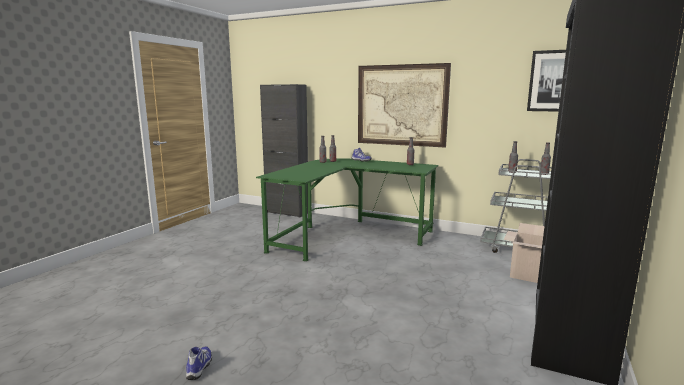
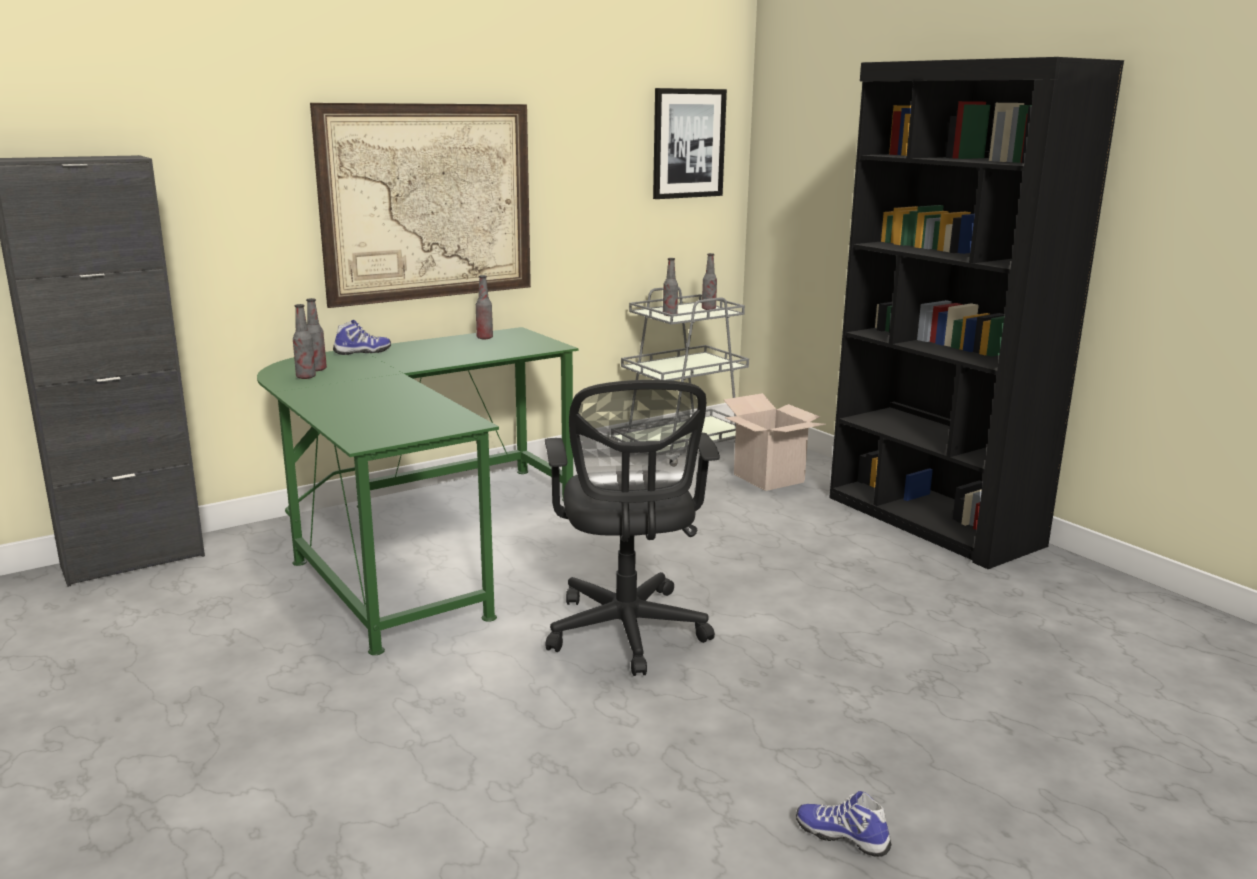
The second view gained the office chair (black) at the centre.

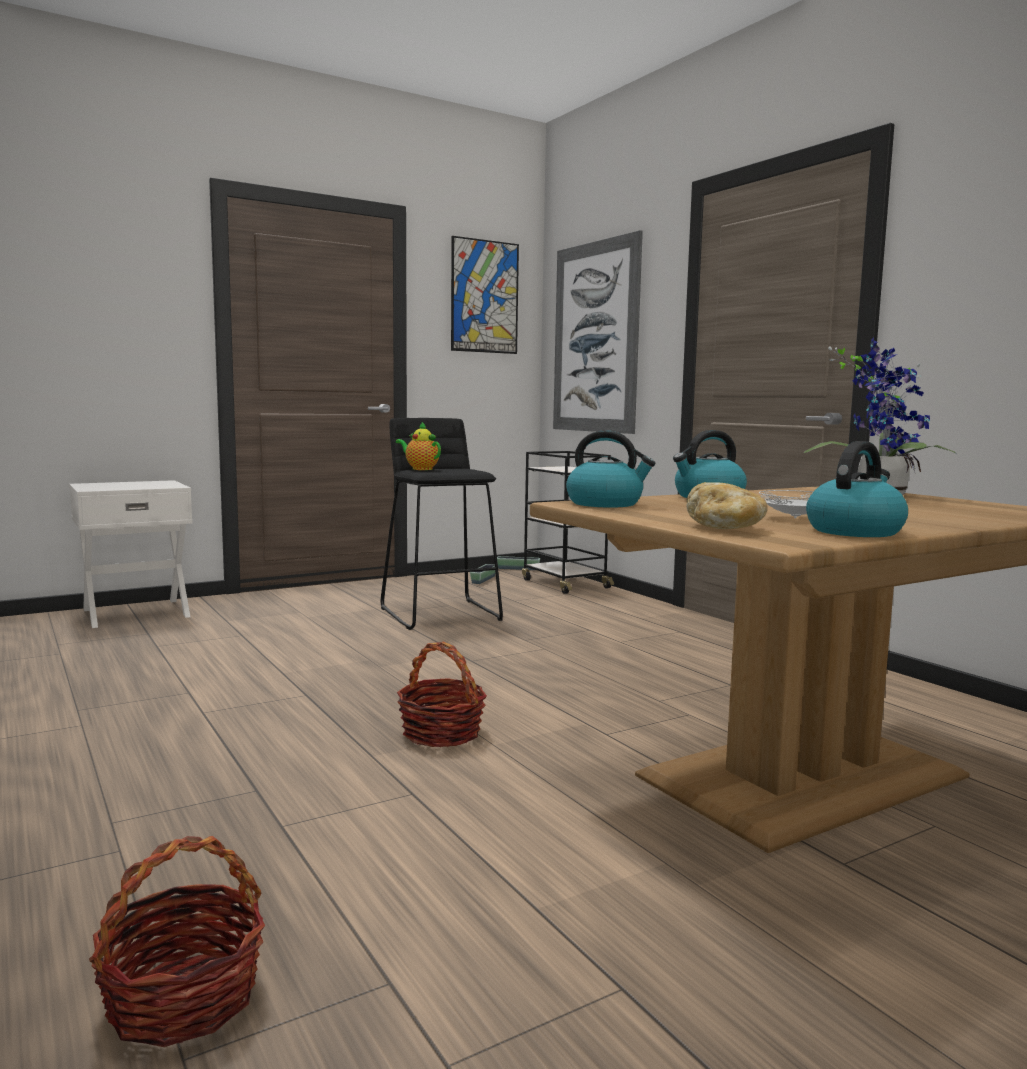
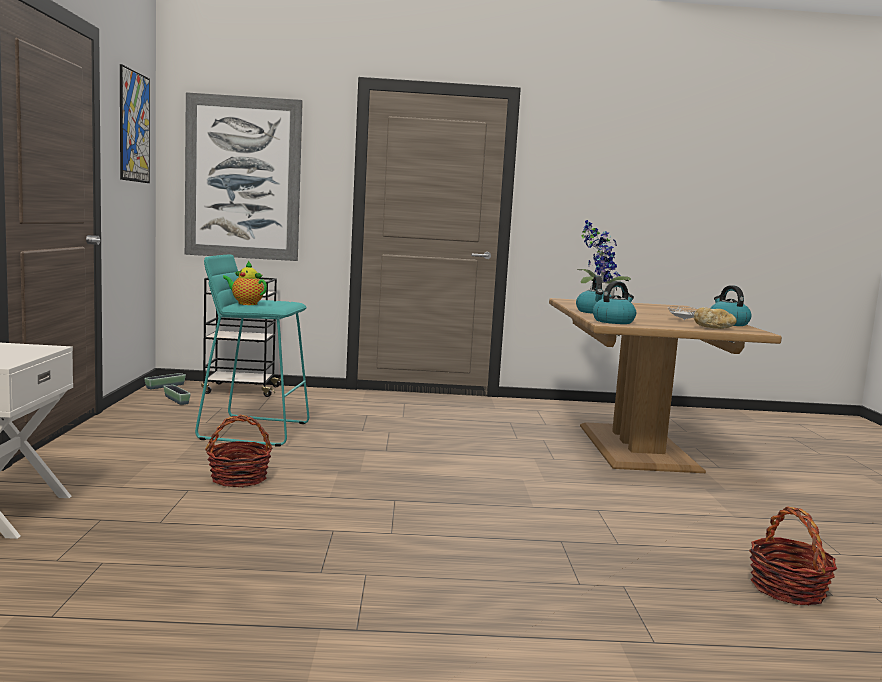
What was the stool (black) at the centre turned into the stool (turquoise) at the middle left.
The teapot at the centre ended up facing another way, 45 degrees clockwise from before.
The basket (no. 2 from left in the first image) ended up elsewhere, having gone from the centre to the middle left.

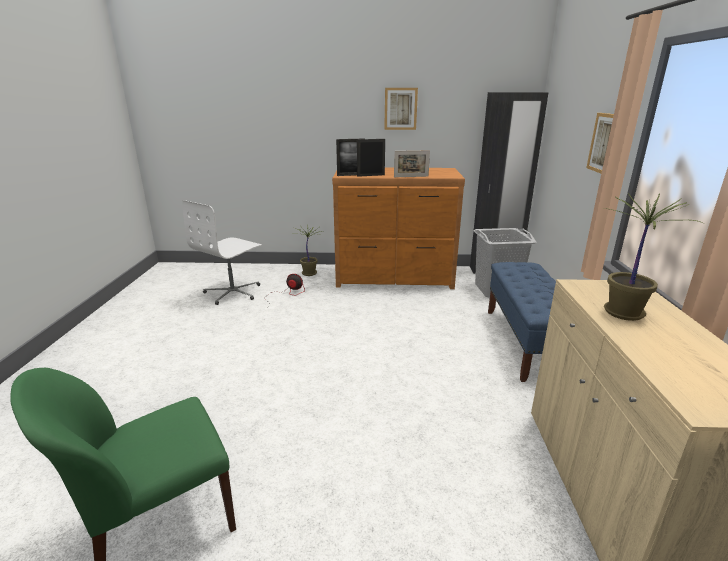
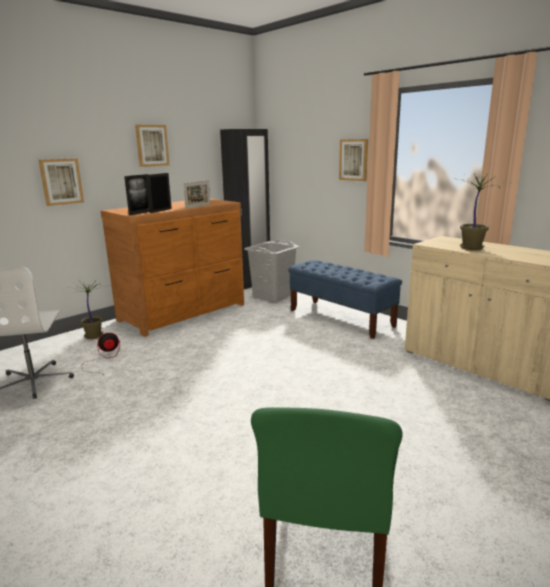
The second view gained the picture (no. 1 from left) at the top left.

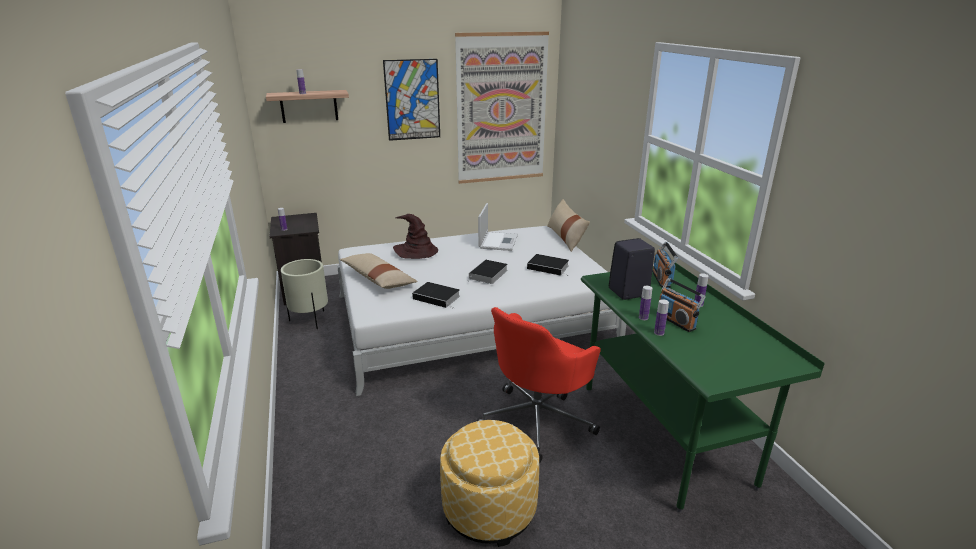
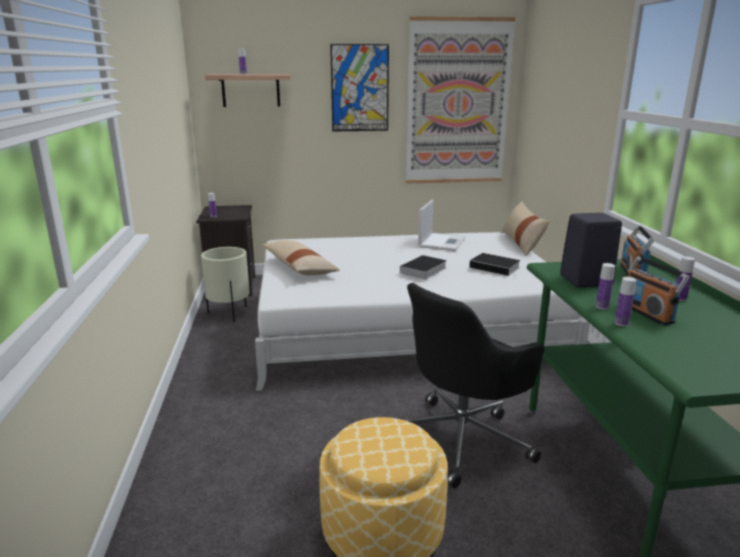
The second view lost the hat (brown) at the centre.
The second view lost the book (no. 1 from left) at the centre.
What was the office chair (red) at the bottom centre turned into the office chair (black) at the bottom centre.

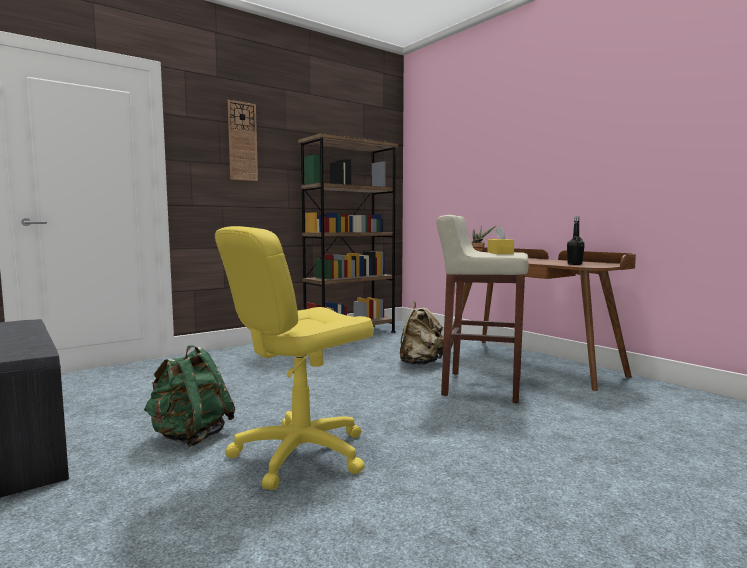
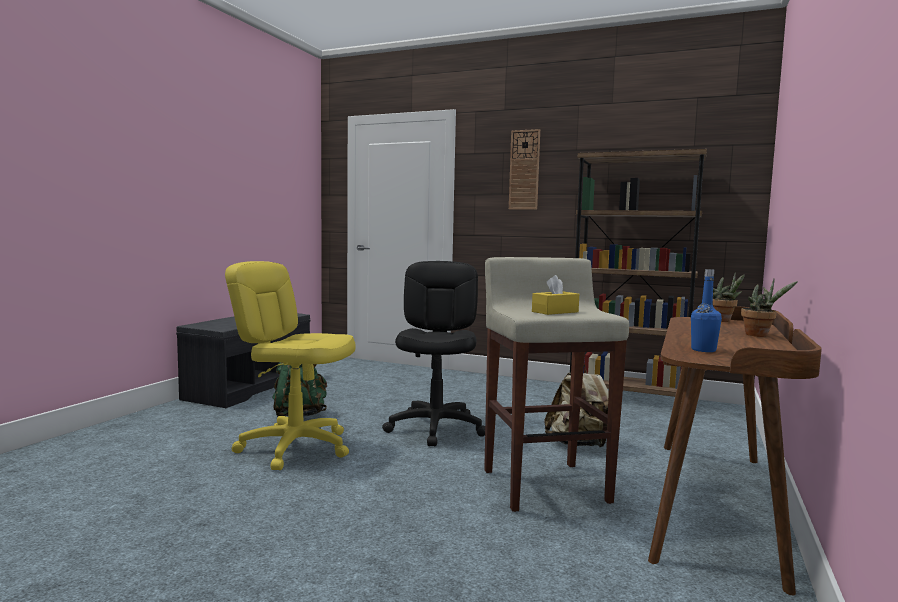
What was the bottle (black) at the middle right turned into the bottle (blue) at the middle right.
The second view gained the office chair (black) at the centre.
The second view gained the potted plant (no. 2 from left) at the middle right.

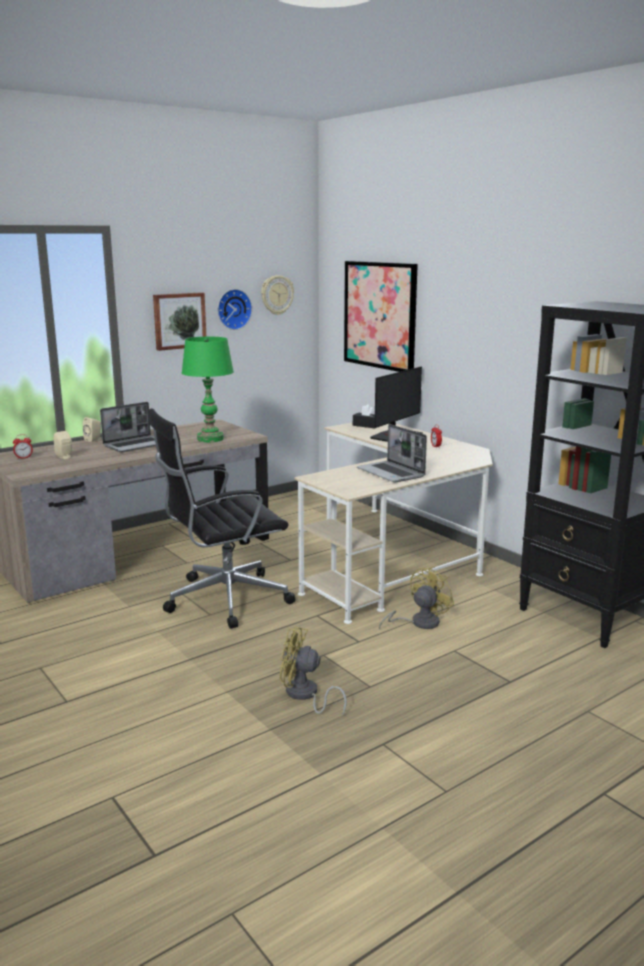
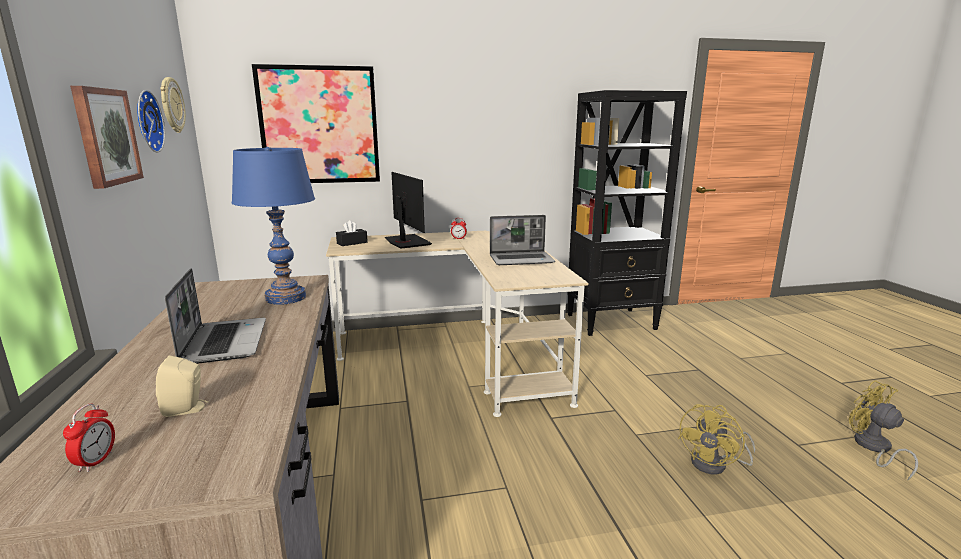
What was the table lamp (green) at the middle left turned into the table lamp (blue) at the middle left.
The second view lost the office chair (black) at the centre.
The second view lost the speaker (beige) (no. 2 from left) at the middle left.
The fan (yellow) (no. 2 from left) ended up elsewhere, having gone from the centre to the bottom right.

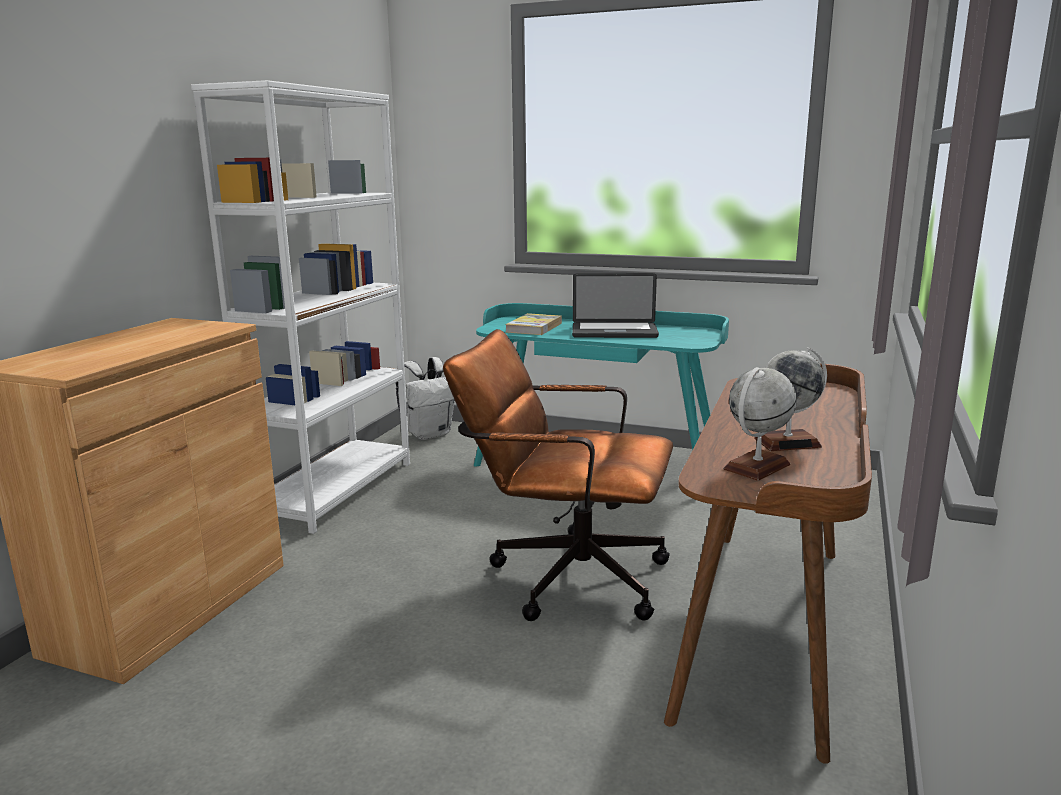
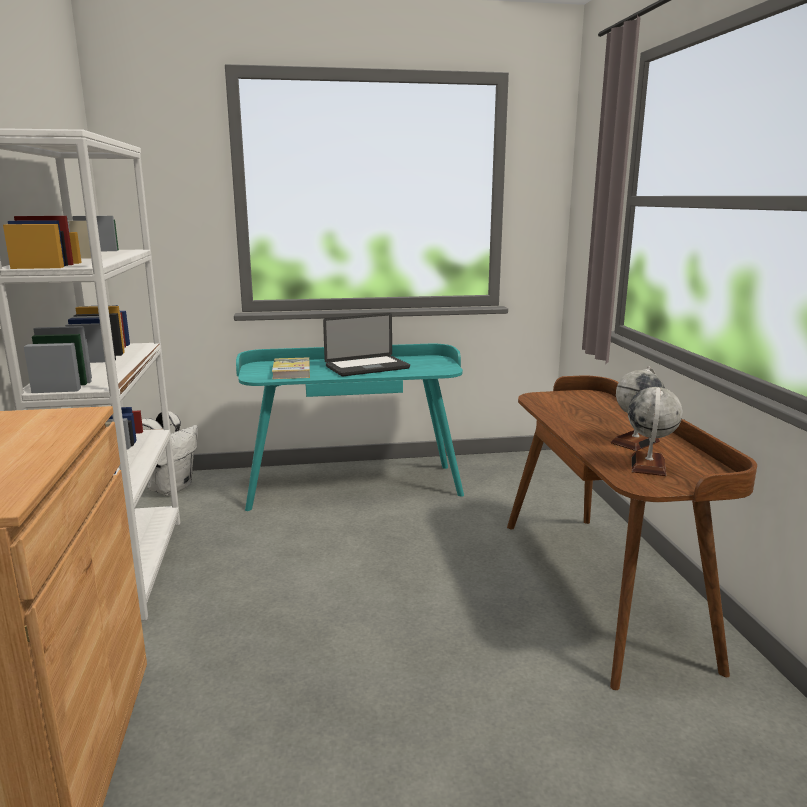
The second view lost the office chair (brown) at the centre.

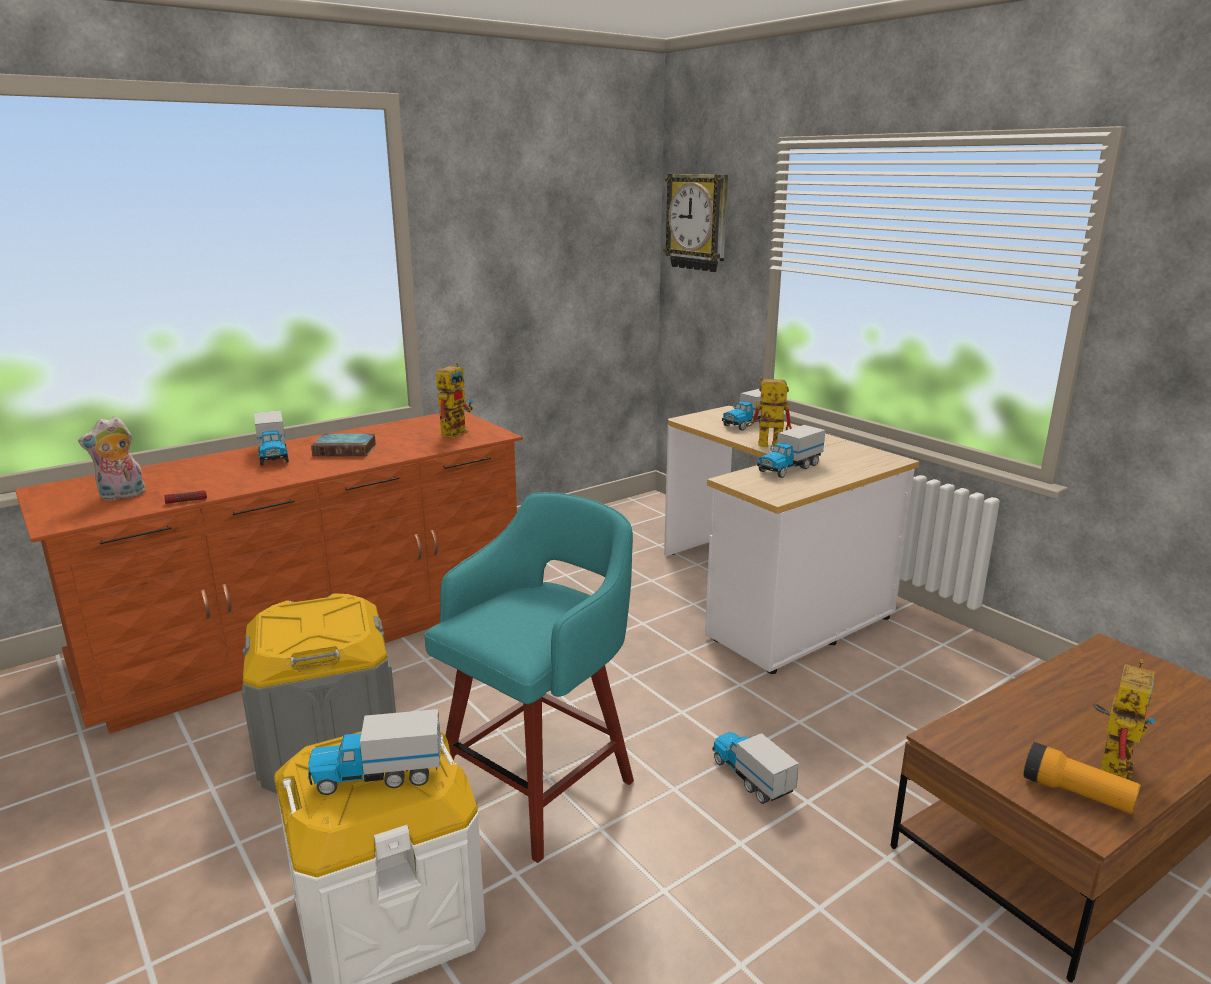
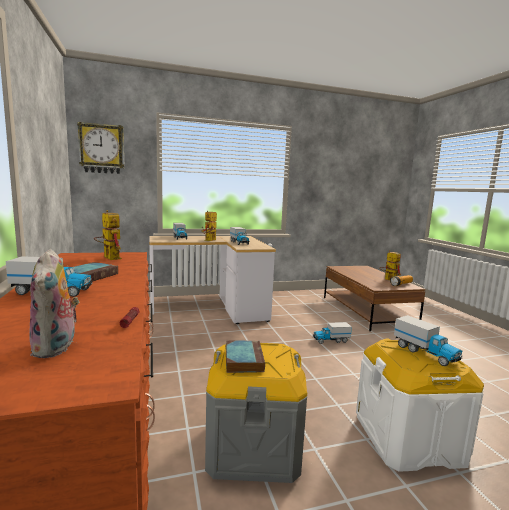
The second view lost the stool (turquoise) at the bottom centre.
The toy truck (no. 2 from left in the first image) at the bottom left ended up facing another way, 45 degrees counterclockwise from before.
The second view gained the book (no. 2 from left) at the bottom centre.

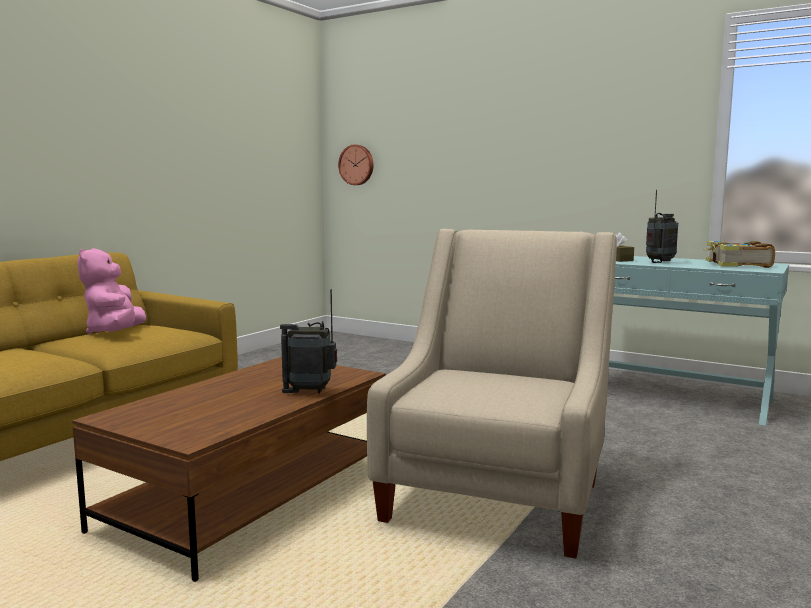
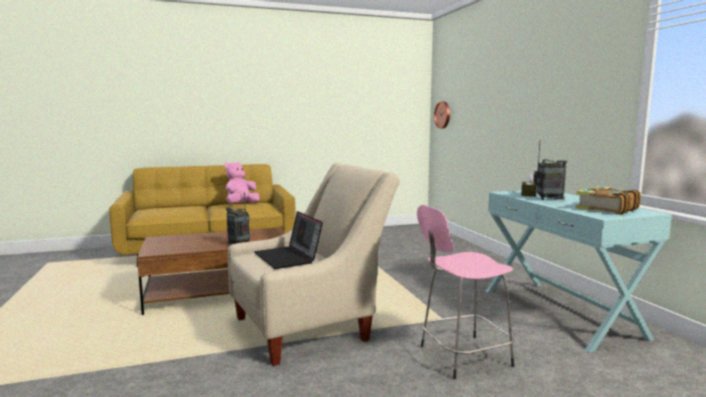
The second view gained the stool (pink) at the bottom centre.
The second view gained the laptop at the centre.

